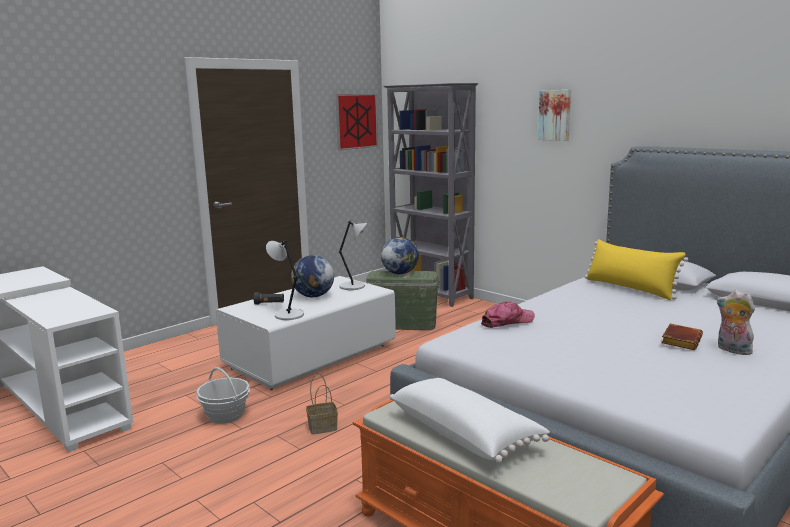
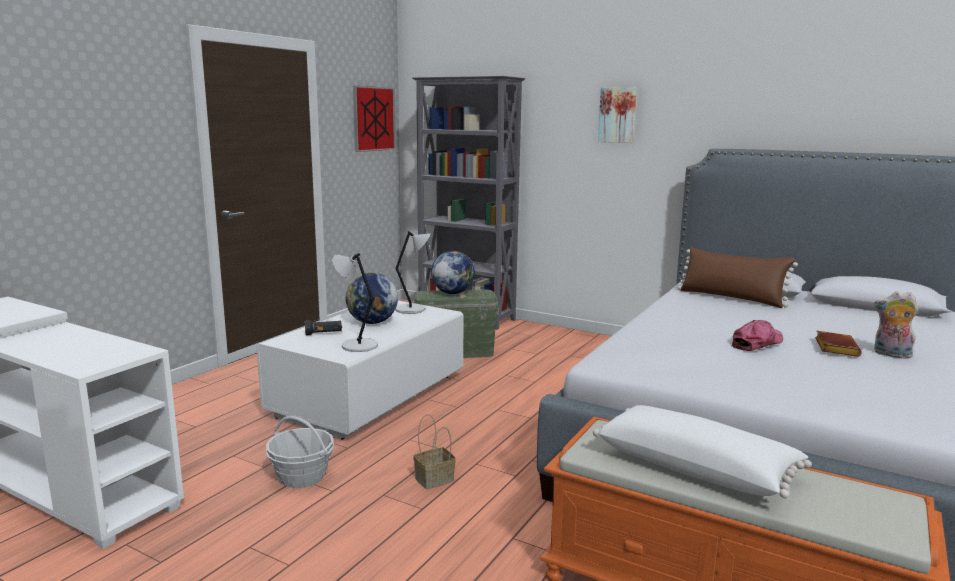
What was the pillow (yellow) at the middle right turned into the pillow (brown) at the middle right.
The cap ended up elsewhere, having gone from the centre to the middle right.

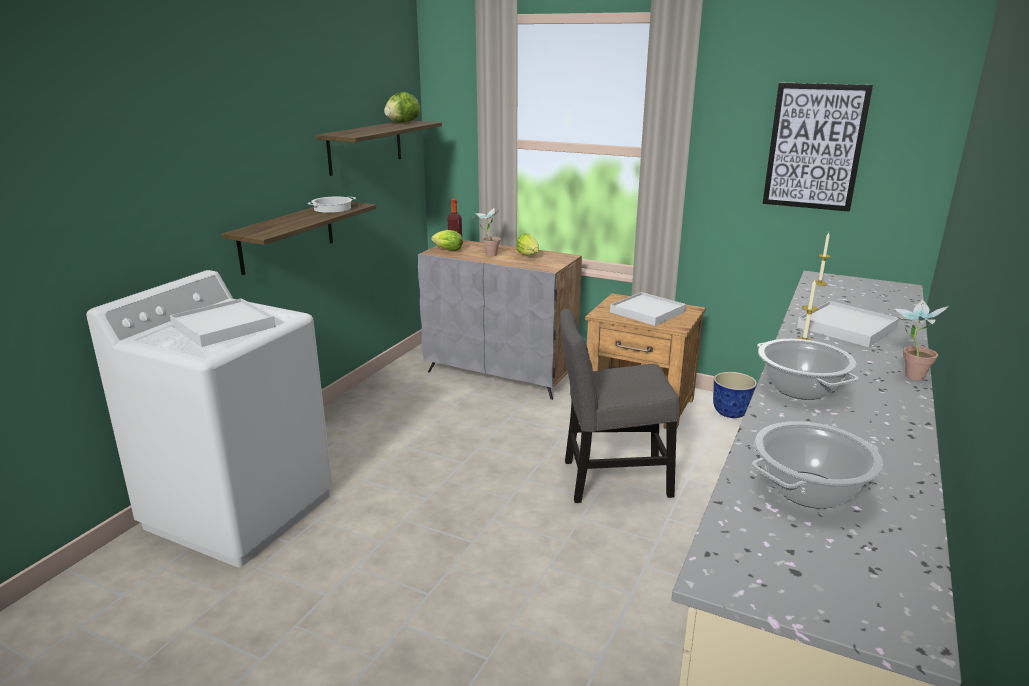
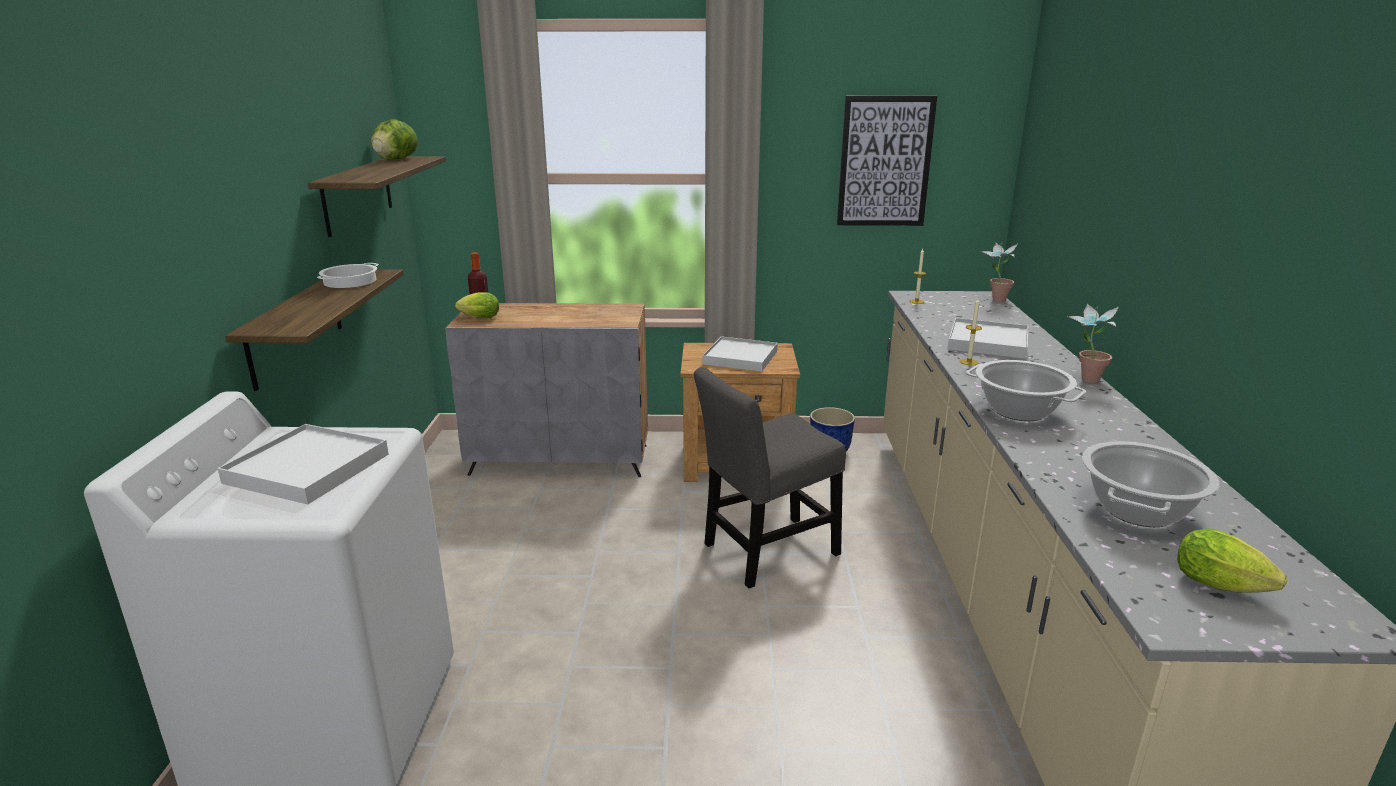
The potted plant (no. 1 from left) ended up elsewhere, having gone from the centre to the middle right.
The lettuce (no. 3 from left) ended up elsewhere, having gone from the centre to the bottom right.

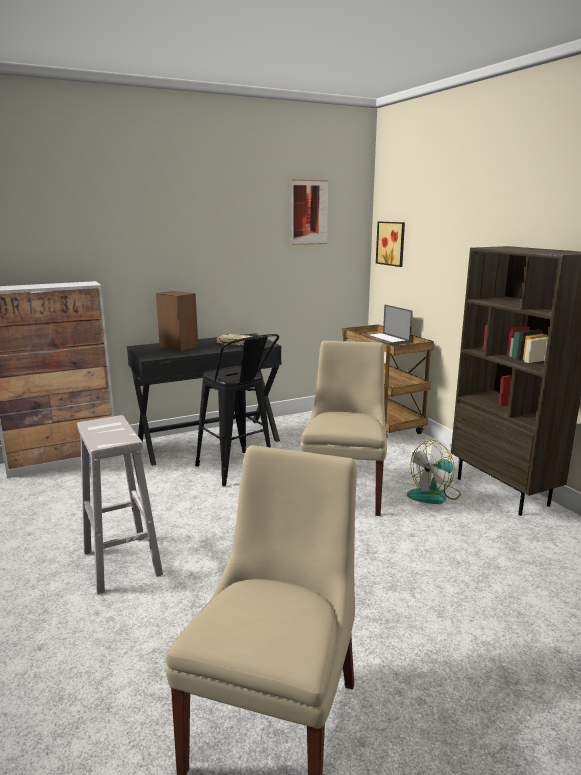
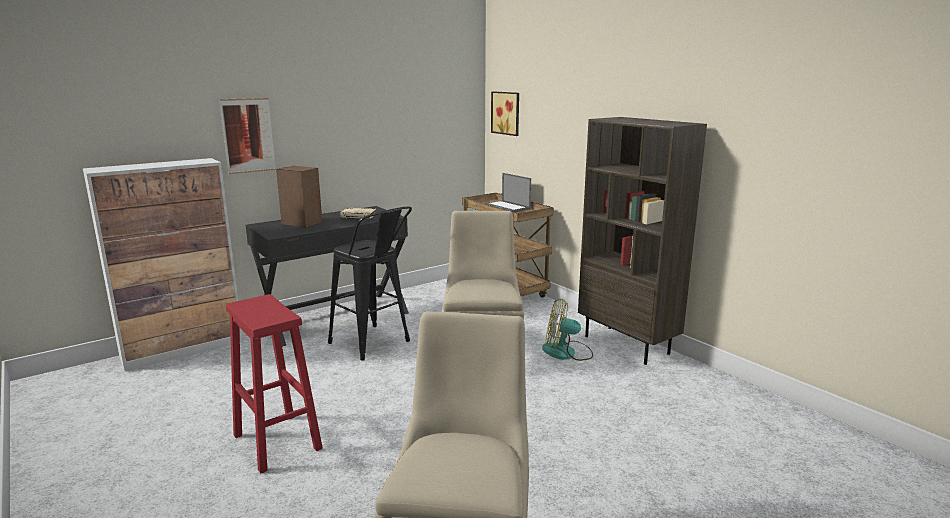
The picture (no. 1 from left) ended up elsewhere, having gone from the top centre to the top left.
What was the stool (white) at the middle left turned into the stool (red) at the bottom left.
The fan at the middle right ended up facing another way, 45 degrees clockwise from before.

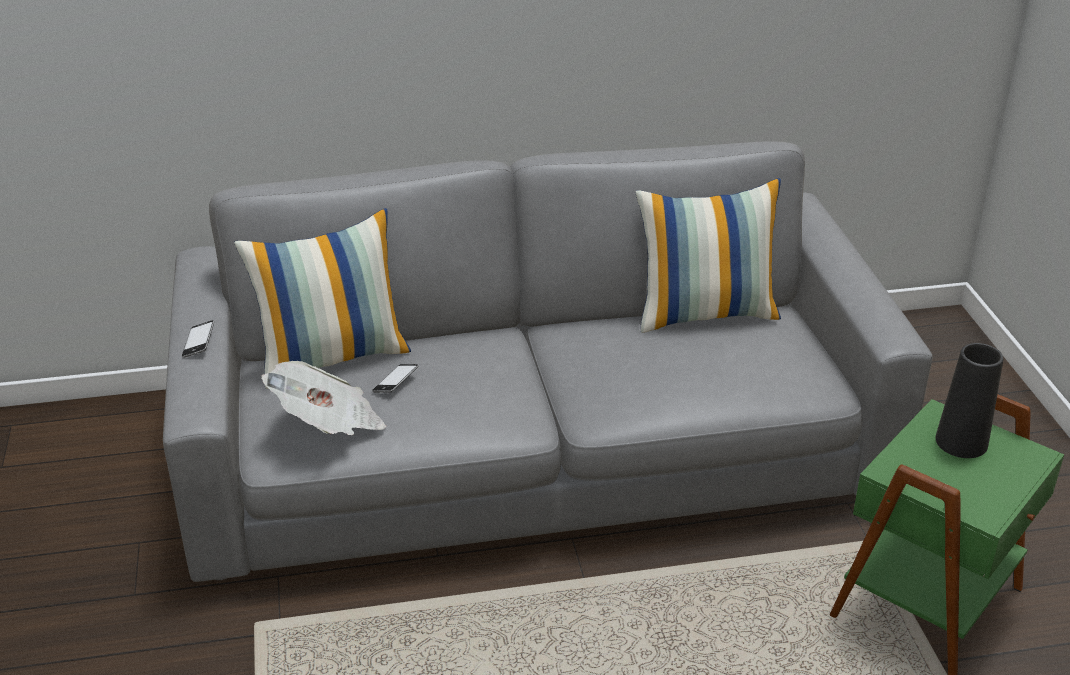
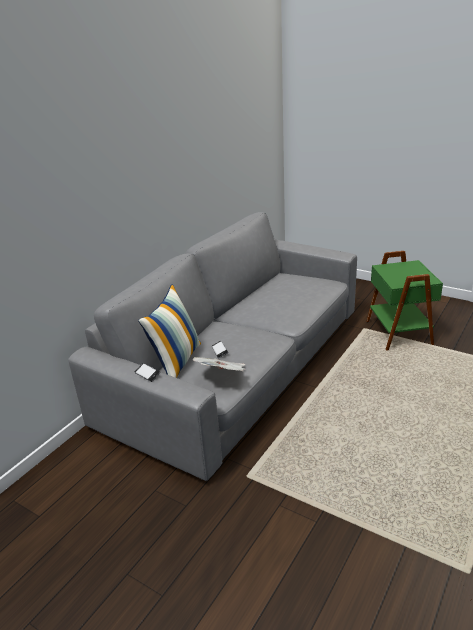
The second view lost the pillow (no. 2 from left) at the centre.
The second view lost the vase (black) at the middle right.

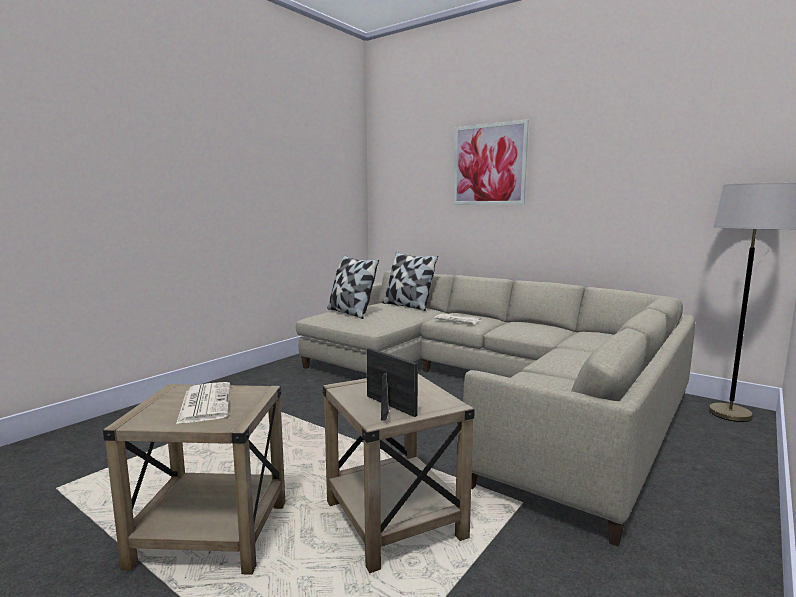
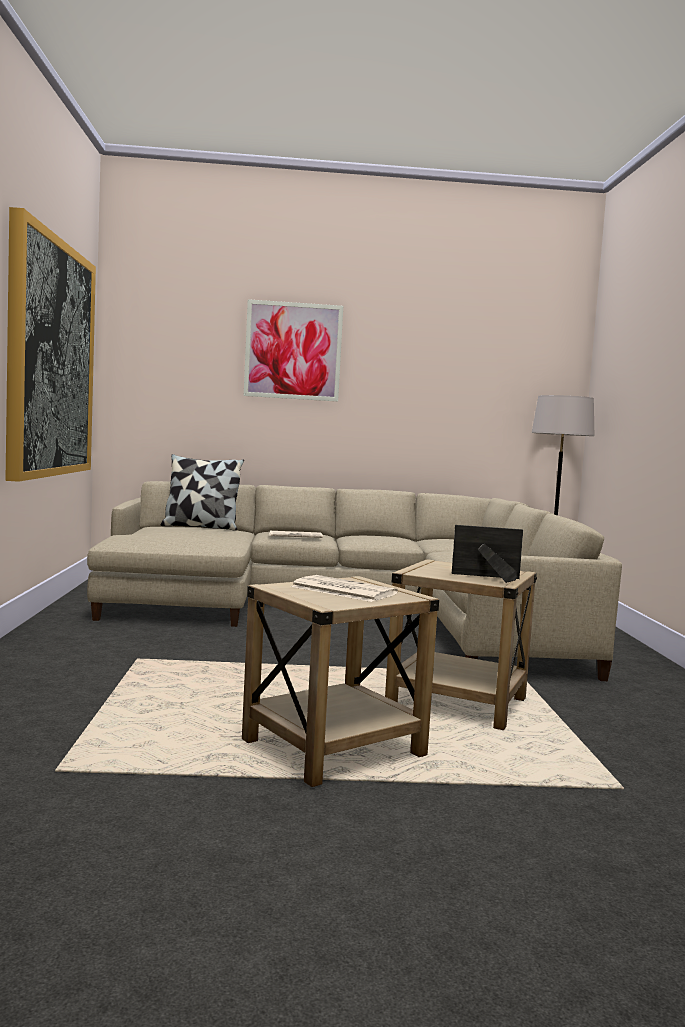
The second view lost the pillow (no. 1 from left) at the centre.
The second view gained the picture (no. 1 from left) at the middle left.

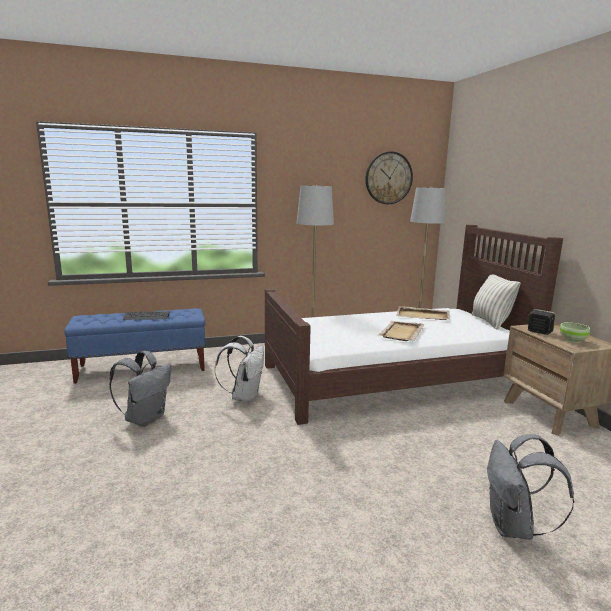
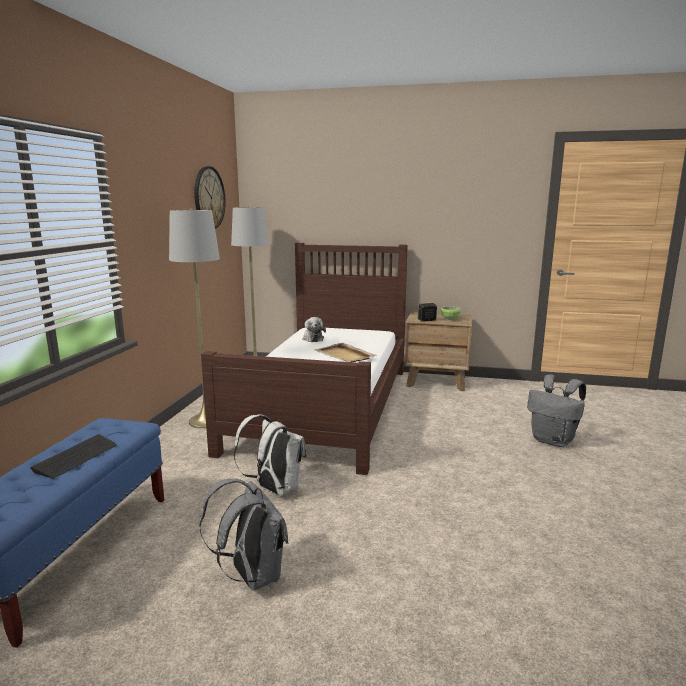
The second view lost the pillow at the middle right.
Where the tray (beige) (no. 2 from left) stood at the middle right, the plush toy came to stand at the centre.

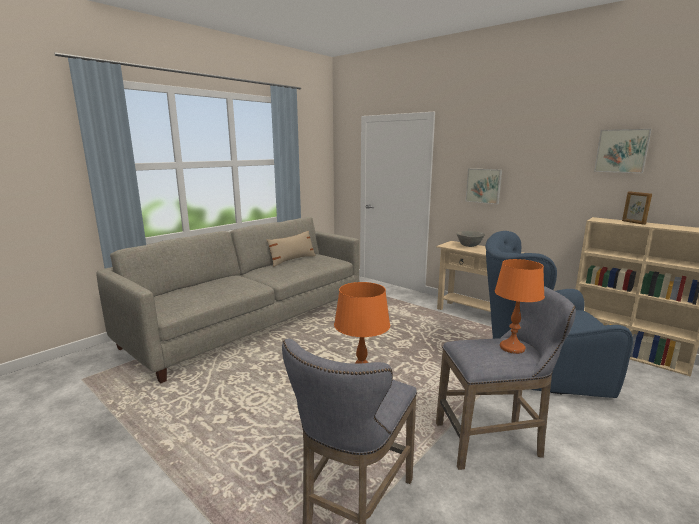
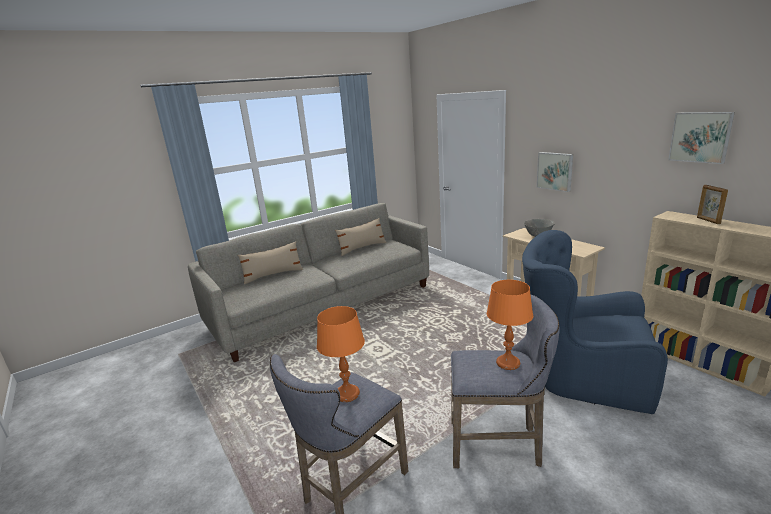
The second view gained the pillow (beige) (no. 1 from left) at the centre.

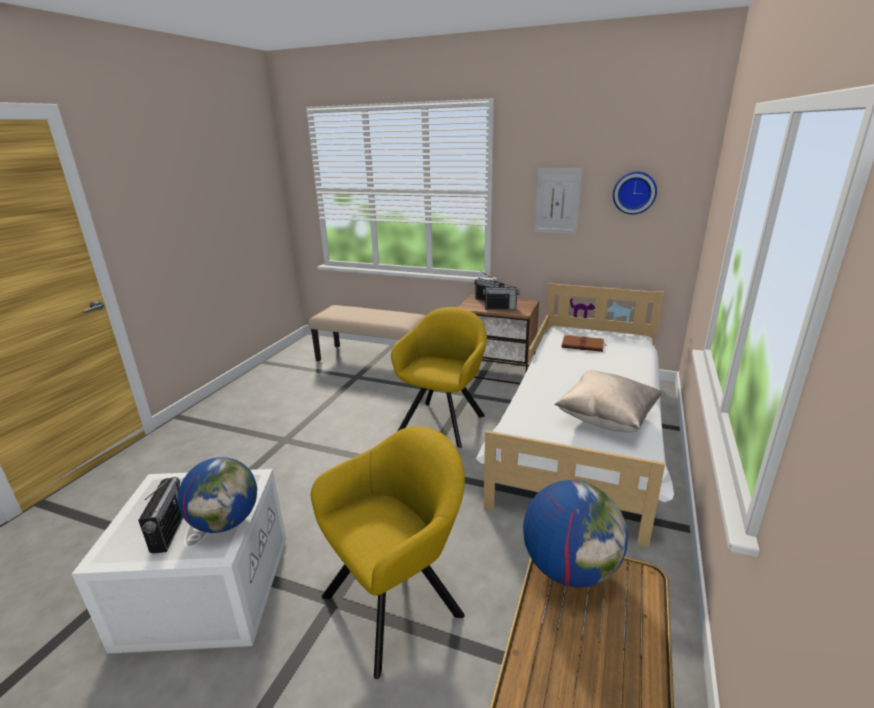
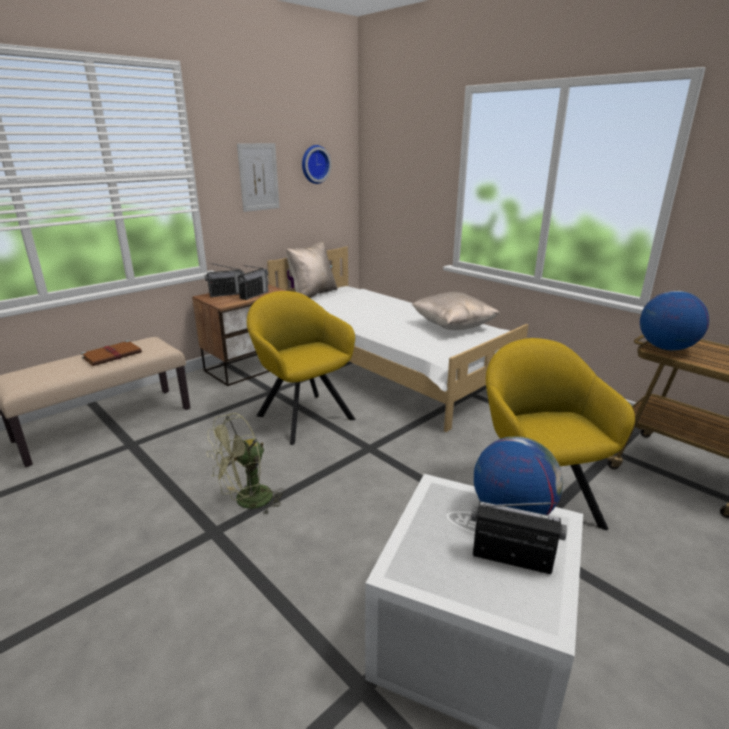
The book (brown) ended up elsewhere, having gone from the middle right to the middle left.
The second view gained the pillow (beige) (no. 1 from left) at the centre.
The second view gained the fan (green) at the centre.

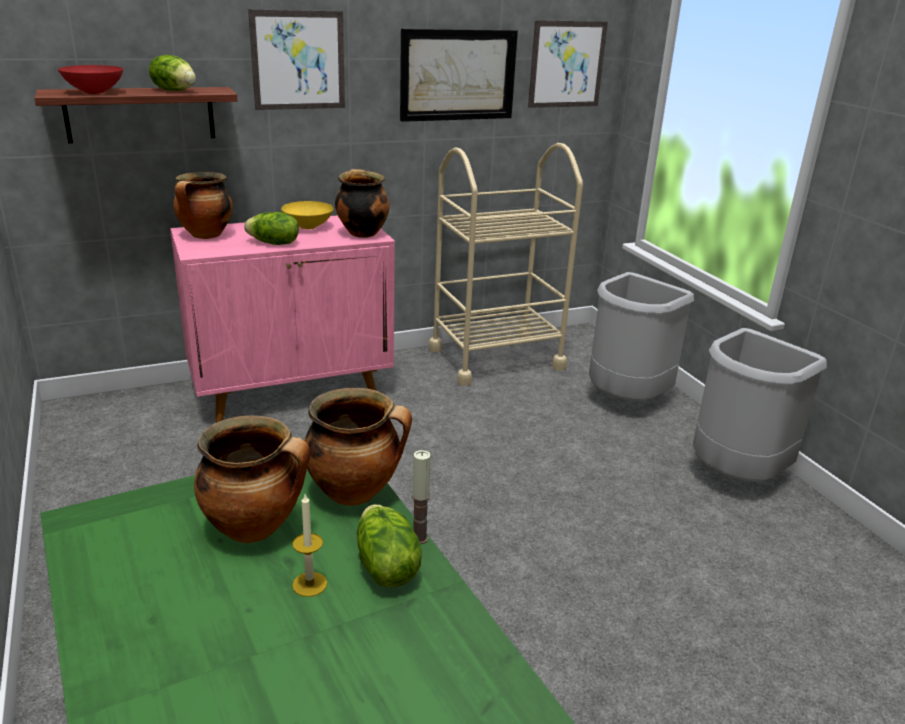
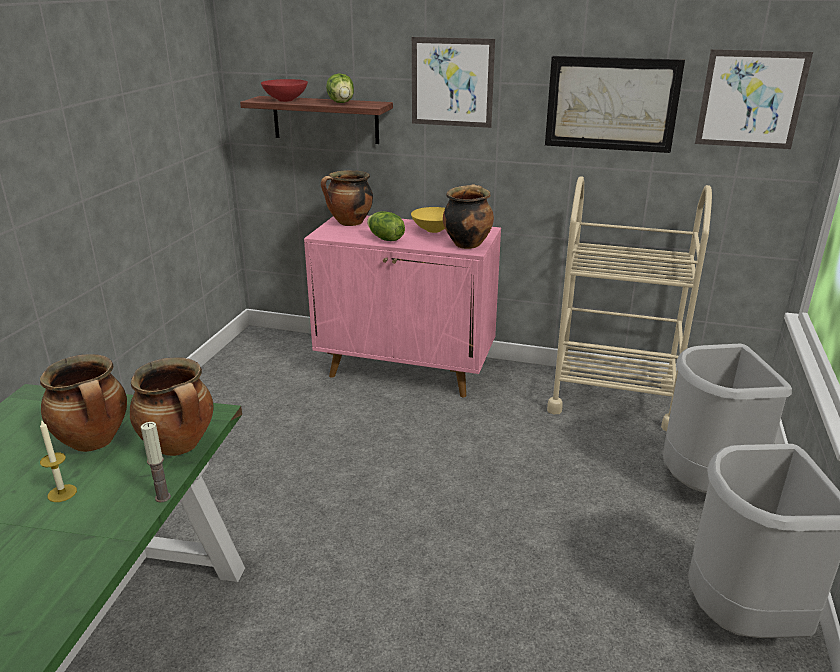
The second view lost the lettuce (no. 3 from left) at the bottom centre.

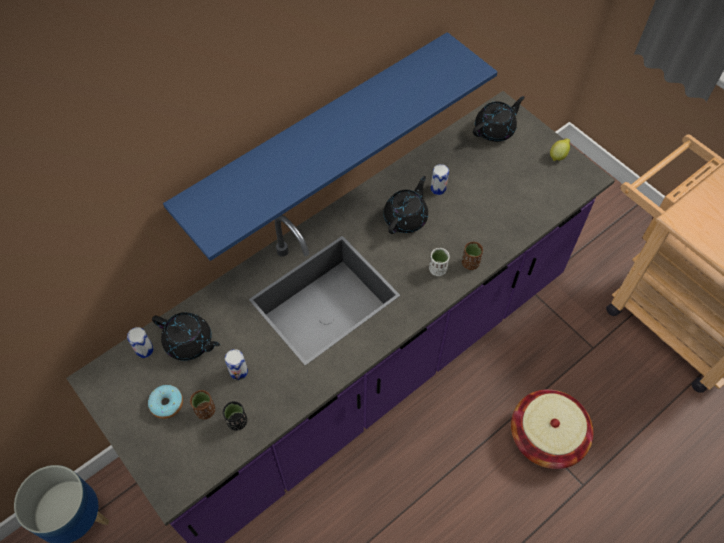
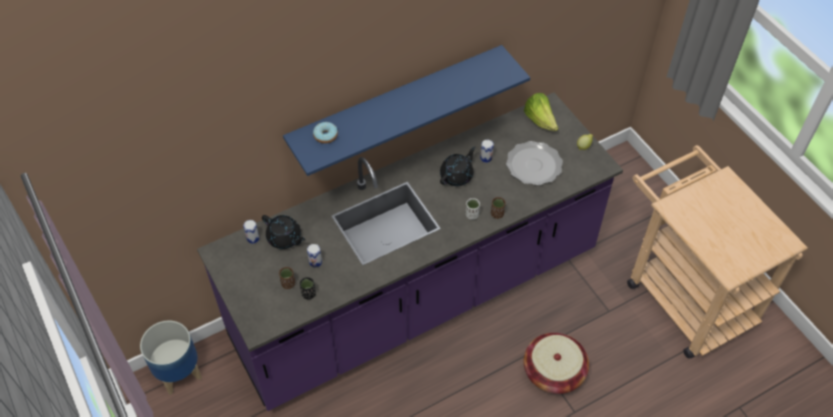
Where the teapot (black) (no. 3 from left) stood at the top right, the lettuce came to stand at the top centre.
The donut ended up elsewhere, having gone from the bottom left to the top centre.
The second view gained the plate at the centre.

